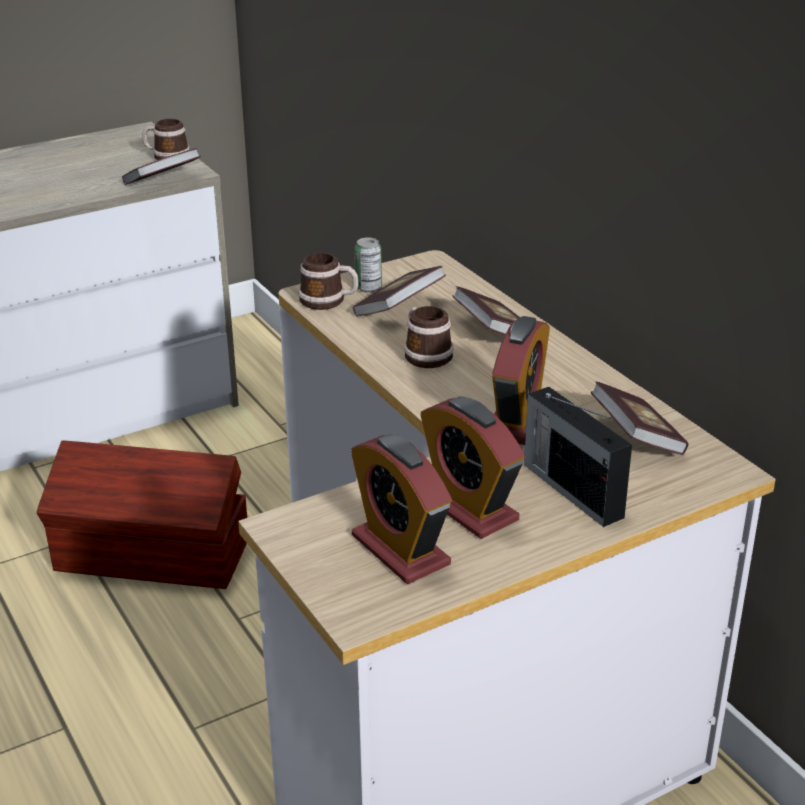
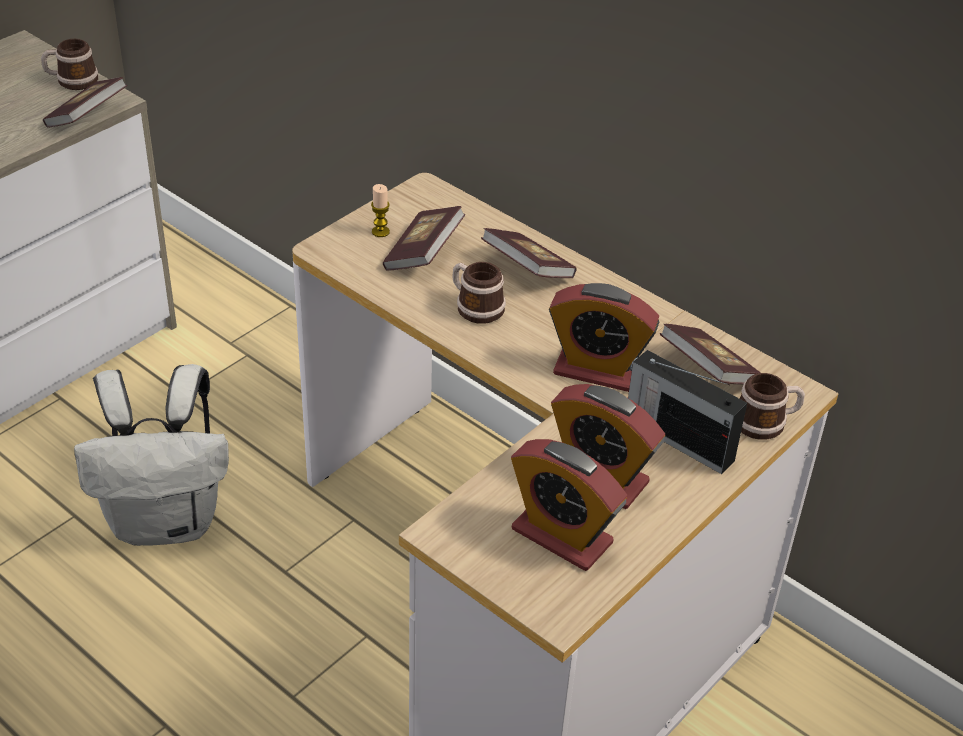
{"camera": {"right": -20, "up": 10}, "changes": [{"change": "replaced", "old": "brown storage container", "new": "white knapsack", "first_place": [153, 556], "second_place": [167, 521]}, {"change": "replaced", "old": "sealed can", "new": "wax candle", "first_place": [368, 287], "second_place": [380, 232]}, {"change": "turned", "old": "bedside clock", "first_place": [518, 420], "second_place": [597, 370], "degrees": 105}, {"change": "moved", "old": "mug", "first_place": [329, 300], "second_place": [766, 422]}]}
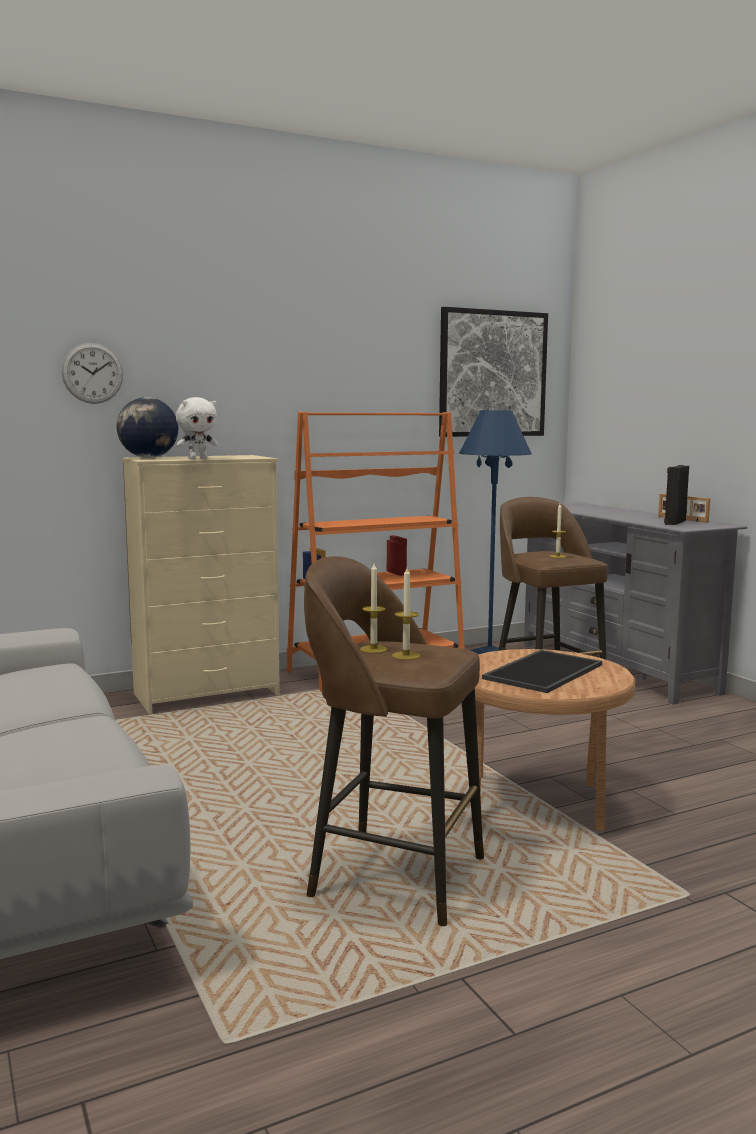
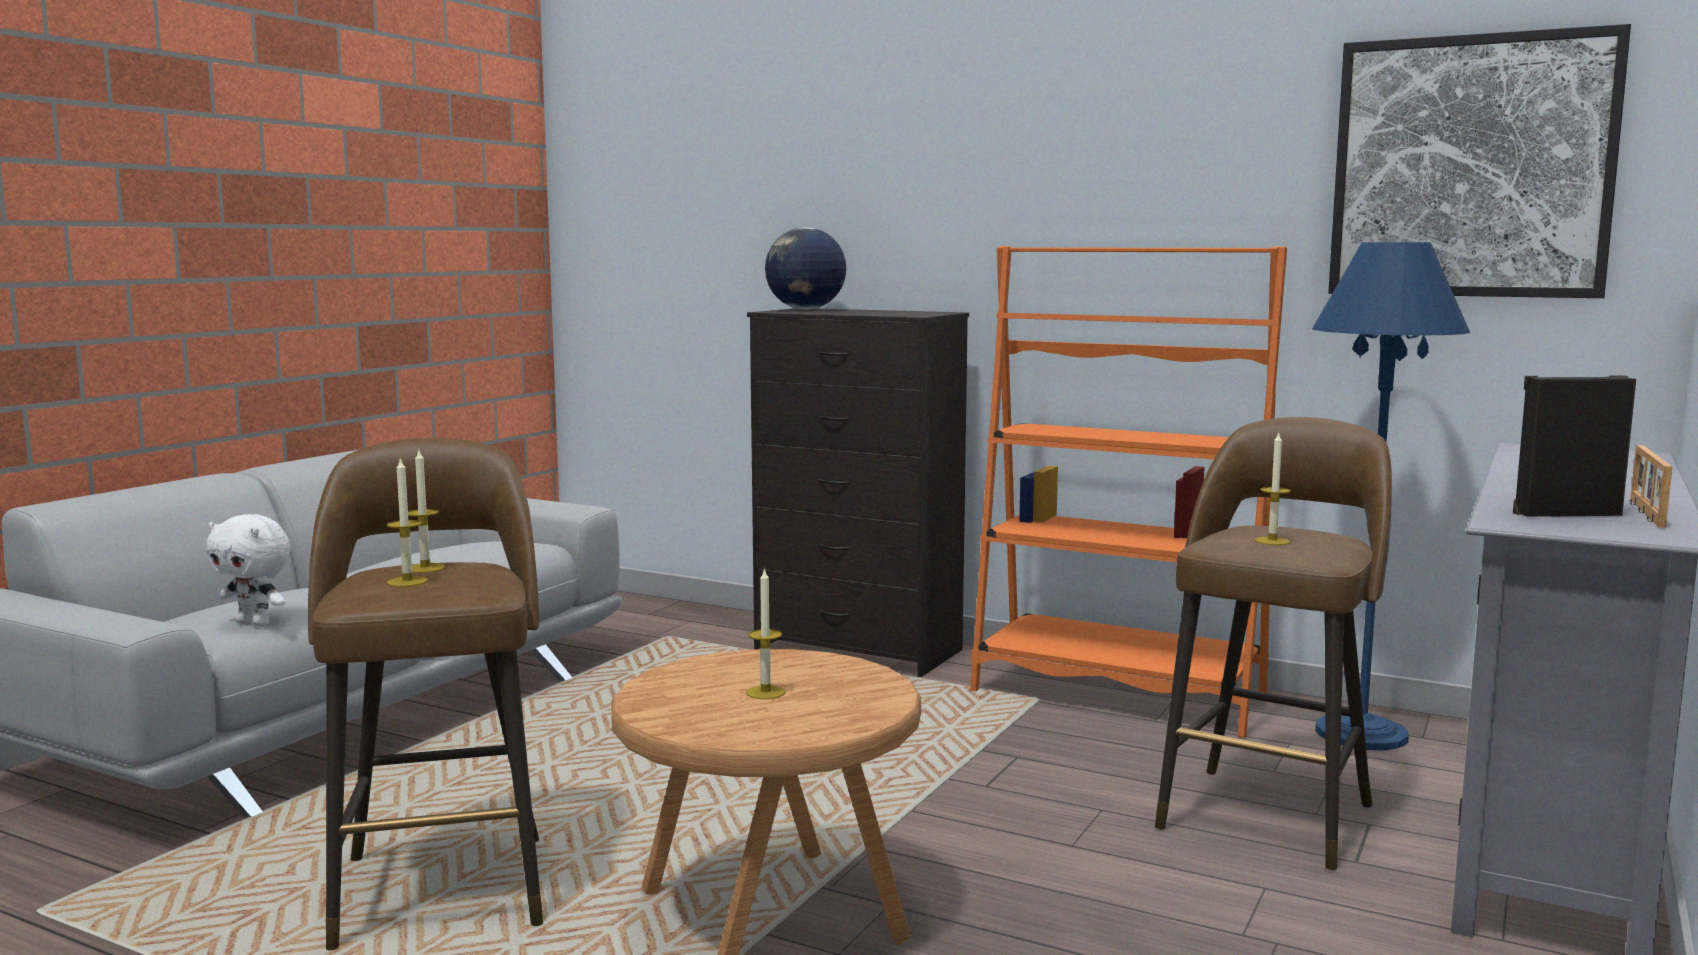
{"camera": {"right": 55, "up": 0}, "changes": [{"change": "moved", "old": "white soft toy", "first_place": [197, 459], "second_place": [255, 624]}, {"change": "replaced", "old": "serving tray", "new": "wax candle", "first_place": [542, 671], "second_place": [765, 692]}, {"change": "recoloured", "old": "beige-coloured dresser", "new": "blackish dresser", "first_place": [208, 694], "second_place": [859, 650]}, {"change": "removed", "old": "clock on the wall", "first_place": [92, 373]}]}
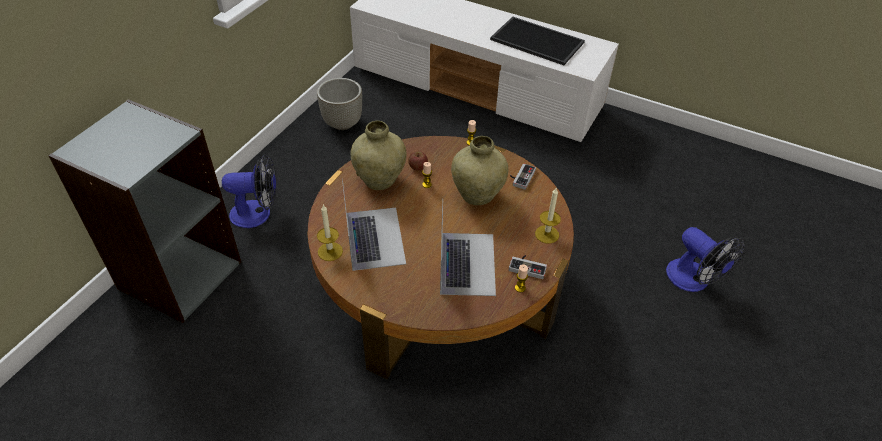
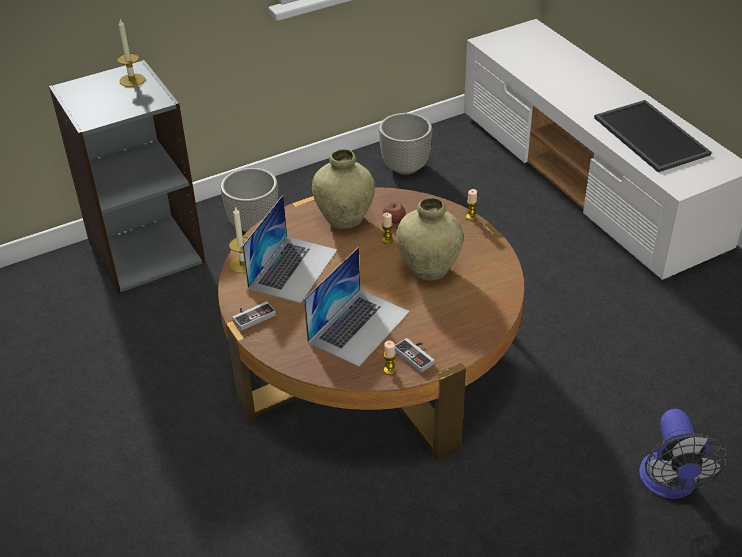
{"camera": {"right": 35, "up": -5}, "changes": [{"change": "moved", "old": "wax candle", "first_place": [547, 234], "second_place": [132, 80]}, {"change": "replaced", "old": "electric fan", "new": "grey plant pot", "first_place": [258, 214], "second_place": [253, 224]}, {"change": "moved", "old": "gamepad", "first_place": [520, 177], "second_place": [252, 315]}]}
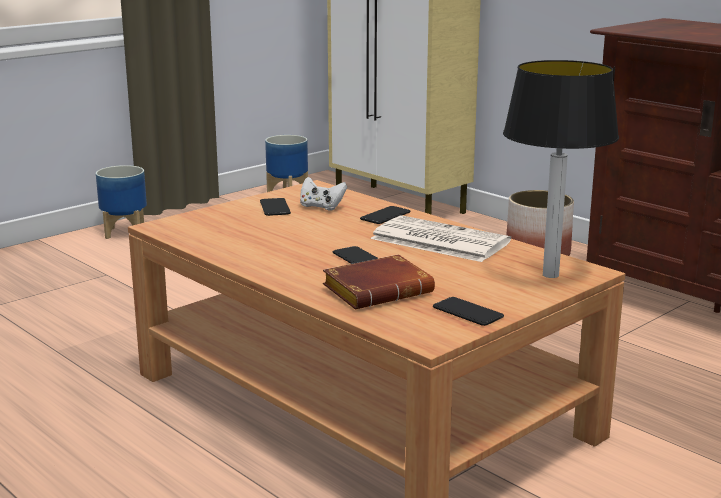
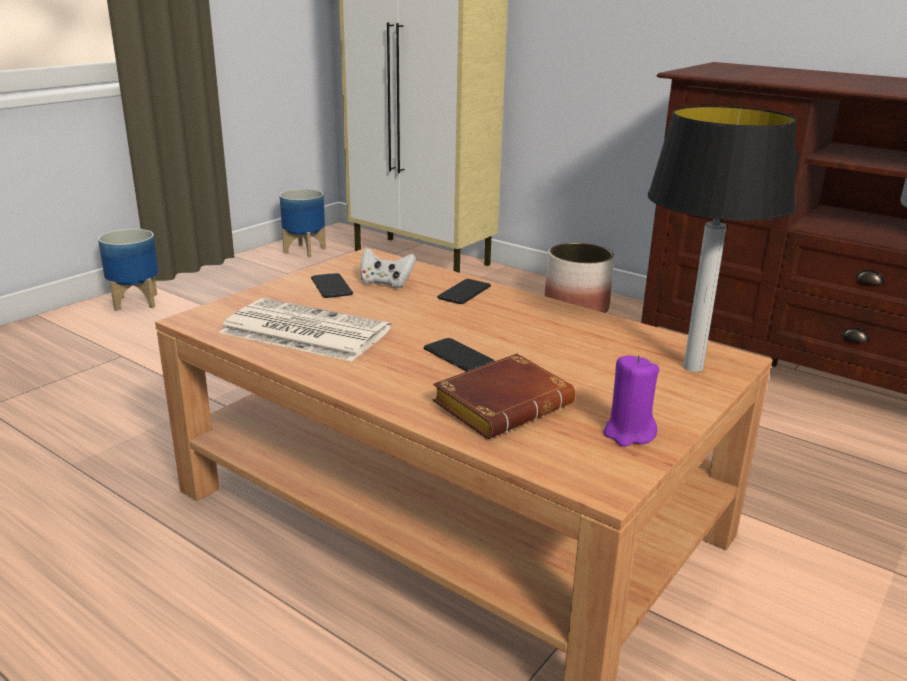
{"camera": {"right": -10, "up": 5}, "changes": [{"change": "moved", "old": "printed paper", "first_place": [437, 240], "second_place": [303, 331]}, {"change": "replaced", "old": "phone", "new": "purple-coloured wax candle", "first_place": [467, 312], "second_place": [628, 433]}]}
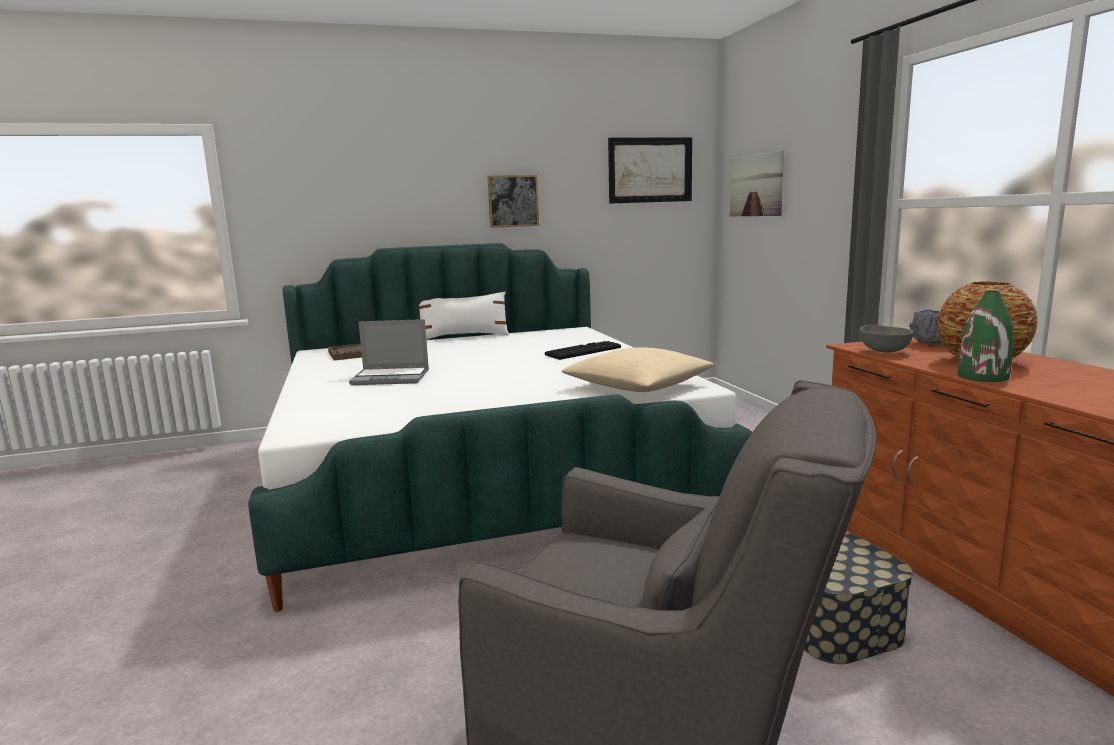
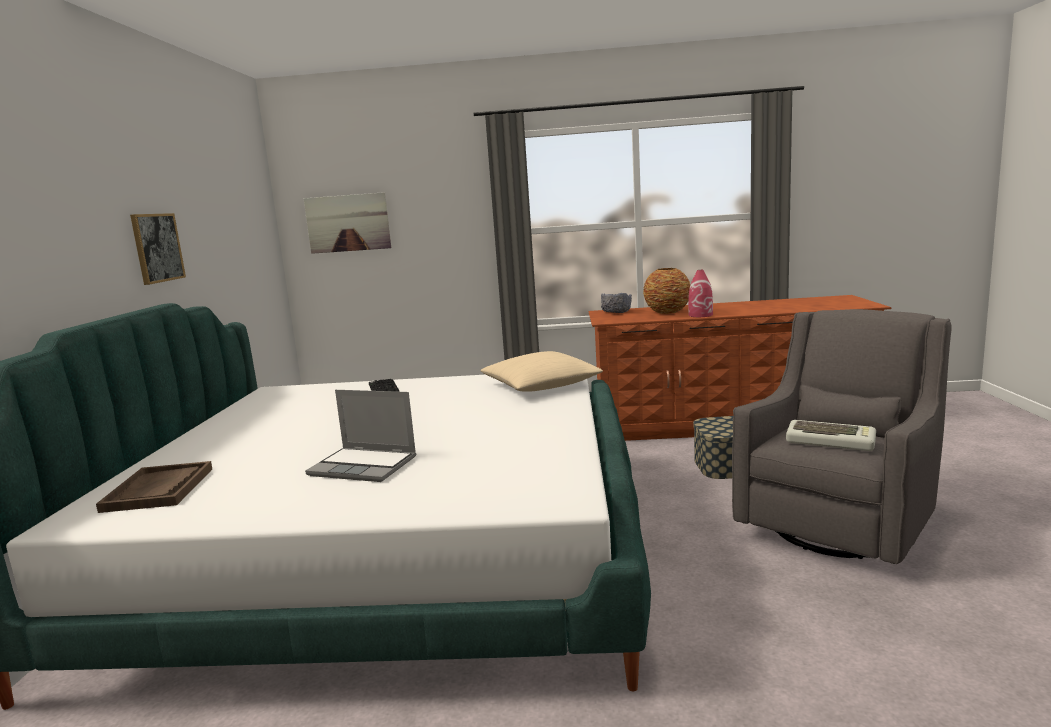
{"camera": {"right": -70, "up": 0}, "changes": [{"change": "turned", "old": "laptop", "first_place": [392, 378], "second_place": [365, 466], "degrees": 90}, {"change": "recoloured", "old": "green-coloured flower vase", "new": "red flower vase", "first_place": [983, 376], "second_place": [701, 315]}, {"change": "added", "new": "PC keyboard", "second_place": [831, 441]}, {"change": "removed", "old": "white cushion", "first_place": [464, 336]}, {"change": "removed", "old": "wall art", "first_place": [650, 170]}, {"change": "removed", "old": "grey deep dish", "first_place": [884, 351]}]}
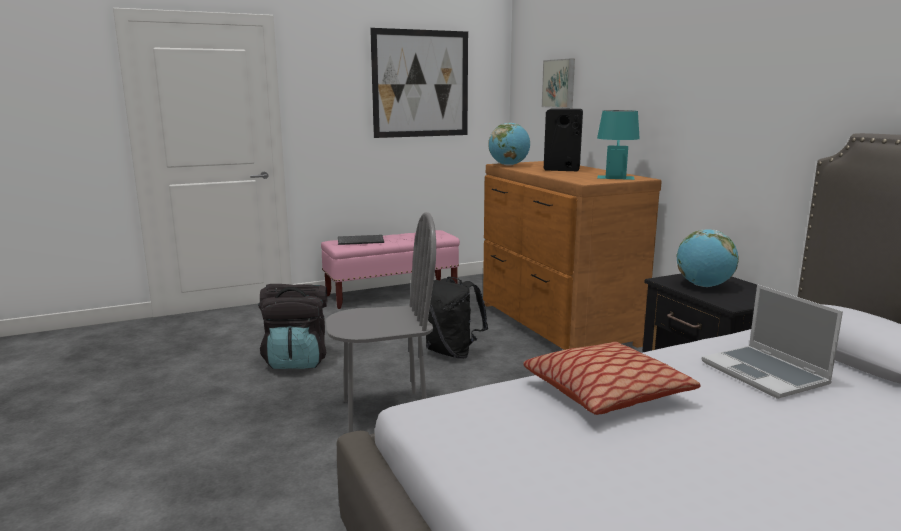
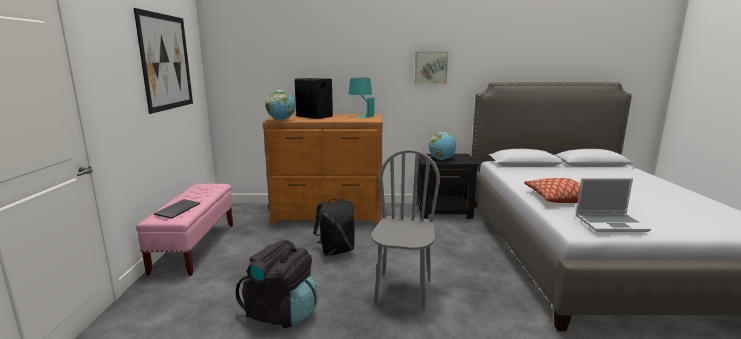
{"camera": {"right": -65, "up": 0}, "changes": [{"change": "moved", "old": "wall art", "first_place": [560, 83], "second_place": [430, 68]}, {"change": "moved", "old": "laptop", "first_place": [766, 374], "second_place": [611, 223]}]}
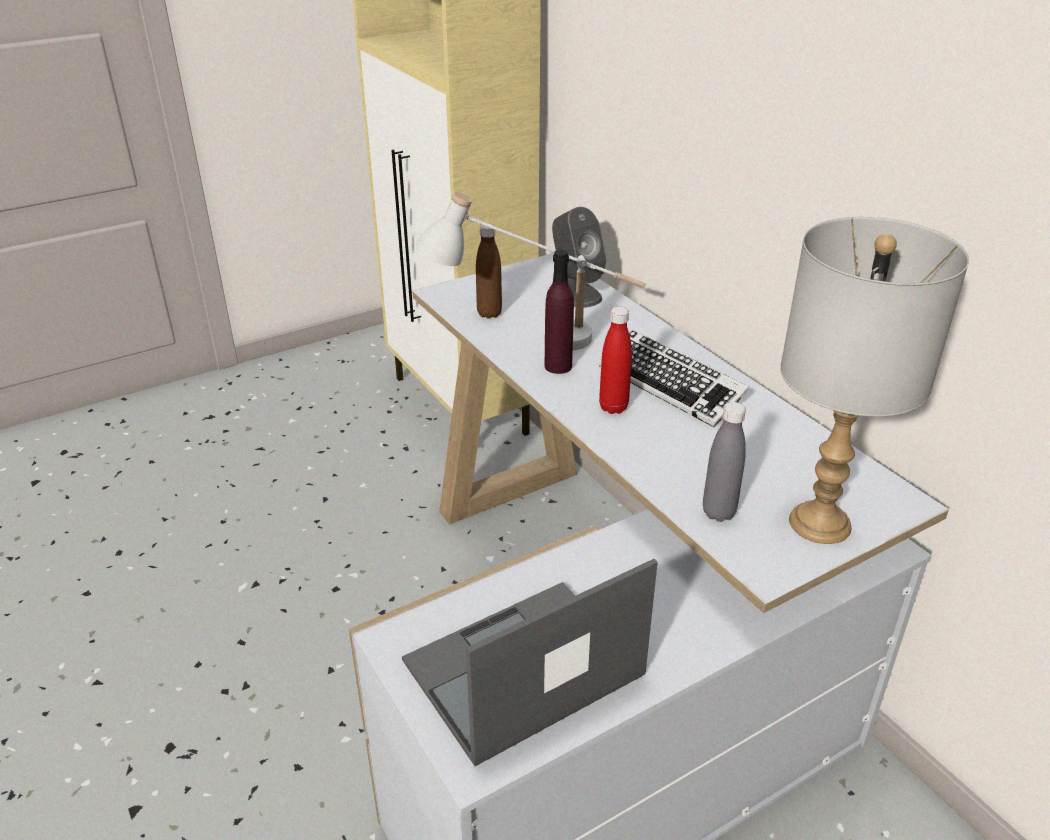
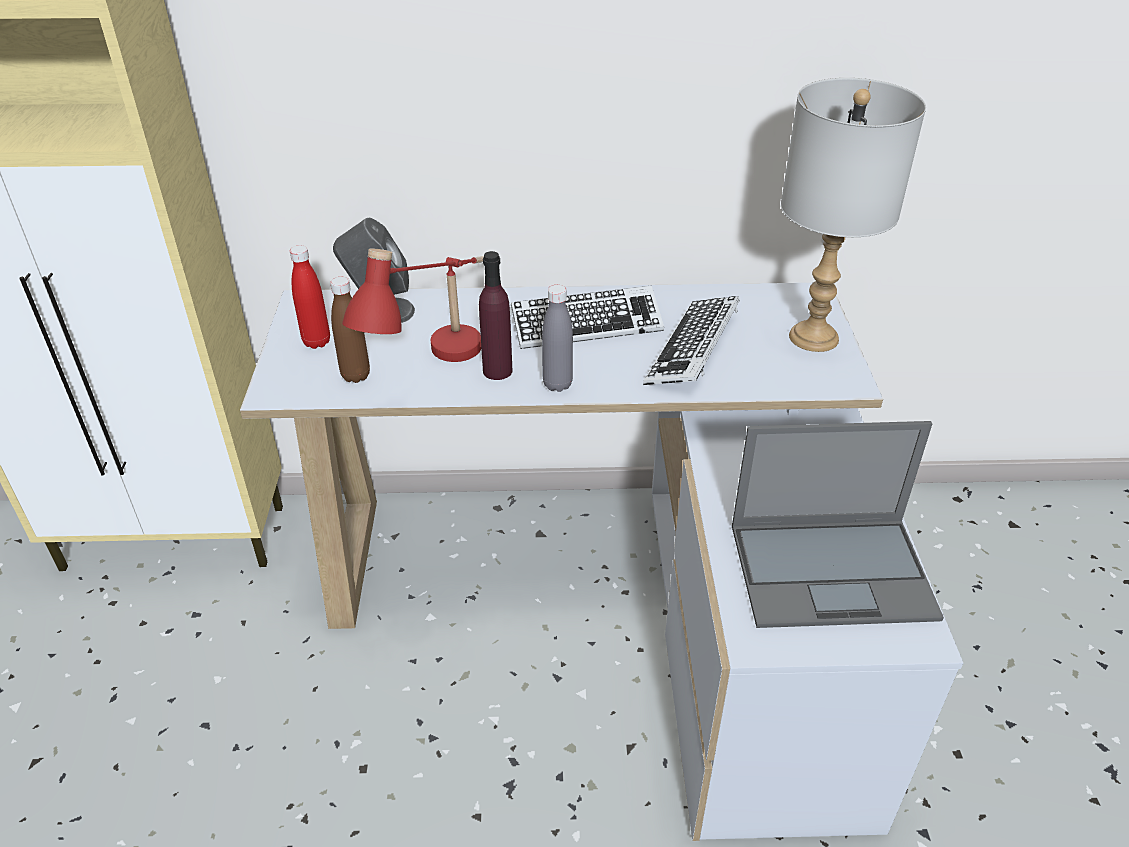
{"camera": {"right": -60, "up": 5}, "changes": [{"change": "moved", "old": "red drink bottle", "first_place": [613, 407], "second_place": [317, 342]}, {"change": "recoloured", "old": "white lamp for a table", "new": "red lamp for a table", "first_place": [533, 341], "second_place": [438, 368]}, {"change": "moved", "old": "grey drink bottle", "first_place": [718, 512], "second_place": [557, 384]}, {"change": "added", "new": "PC keyboard", "second_place": [693, 349]}, {"change": "turned", "old": "laptop", "first_place": [521, 670], "second_place": [833, 571], "degrees": -90}]}
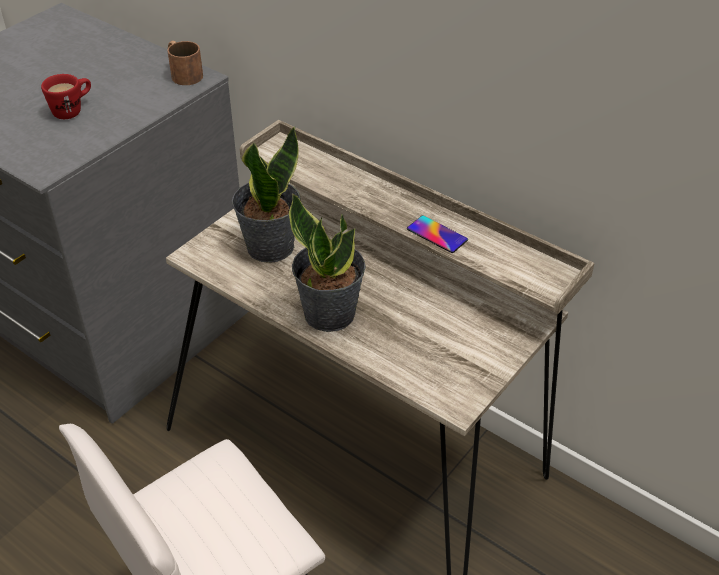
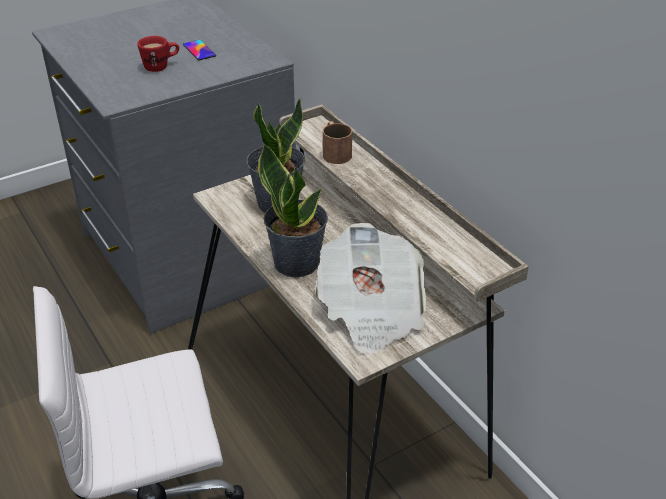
{"camera": {"right": 20, "up": -5}, "changes": [{"change": "moved", "old": "phone", "first_place": [437, 234], "second_place": [199, 50]}, {"change": "added", "new": "printed paper", "second_place": [371, 312]}, {"change": "moved", "old": "brown mug", "first_place": [183, 73], "second_place": [334, 152]}]}
